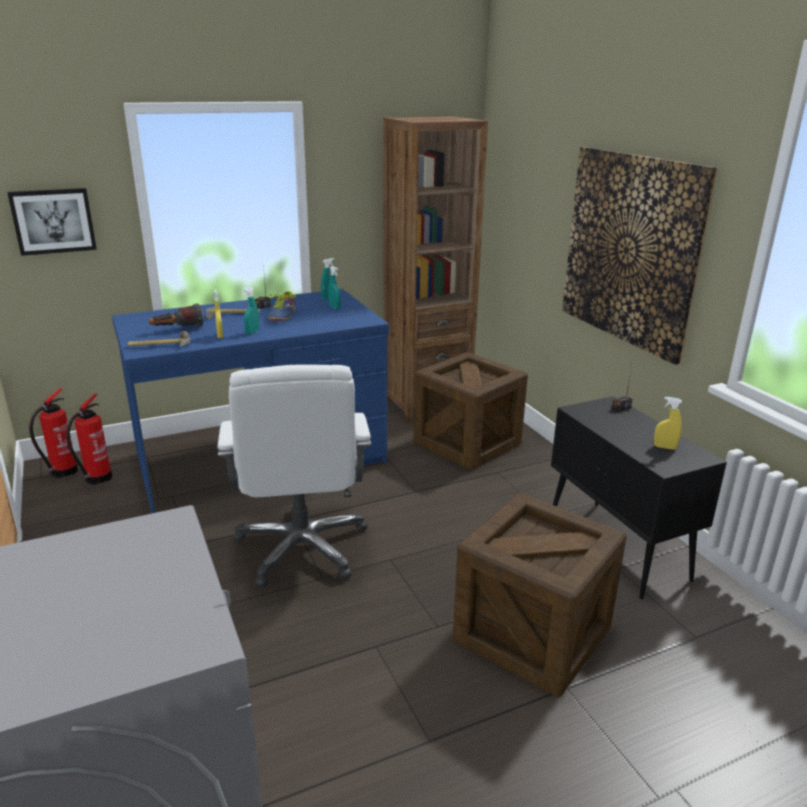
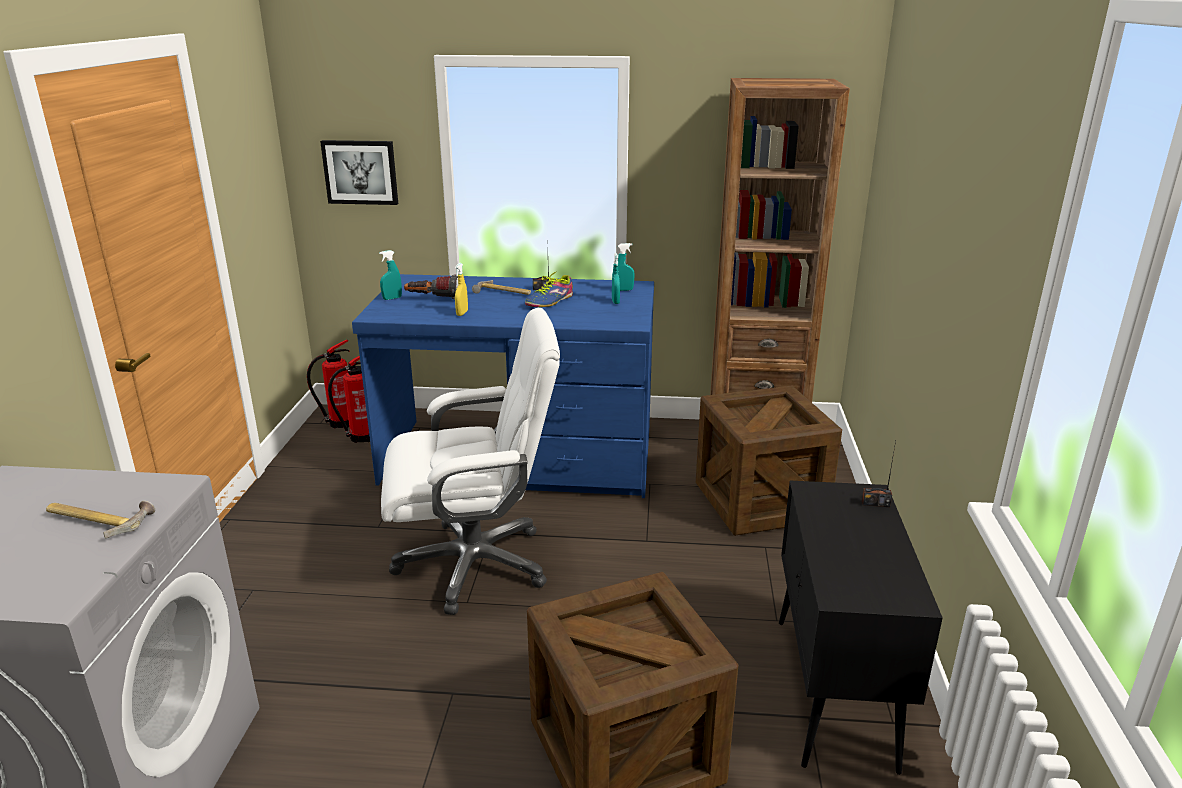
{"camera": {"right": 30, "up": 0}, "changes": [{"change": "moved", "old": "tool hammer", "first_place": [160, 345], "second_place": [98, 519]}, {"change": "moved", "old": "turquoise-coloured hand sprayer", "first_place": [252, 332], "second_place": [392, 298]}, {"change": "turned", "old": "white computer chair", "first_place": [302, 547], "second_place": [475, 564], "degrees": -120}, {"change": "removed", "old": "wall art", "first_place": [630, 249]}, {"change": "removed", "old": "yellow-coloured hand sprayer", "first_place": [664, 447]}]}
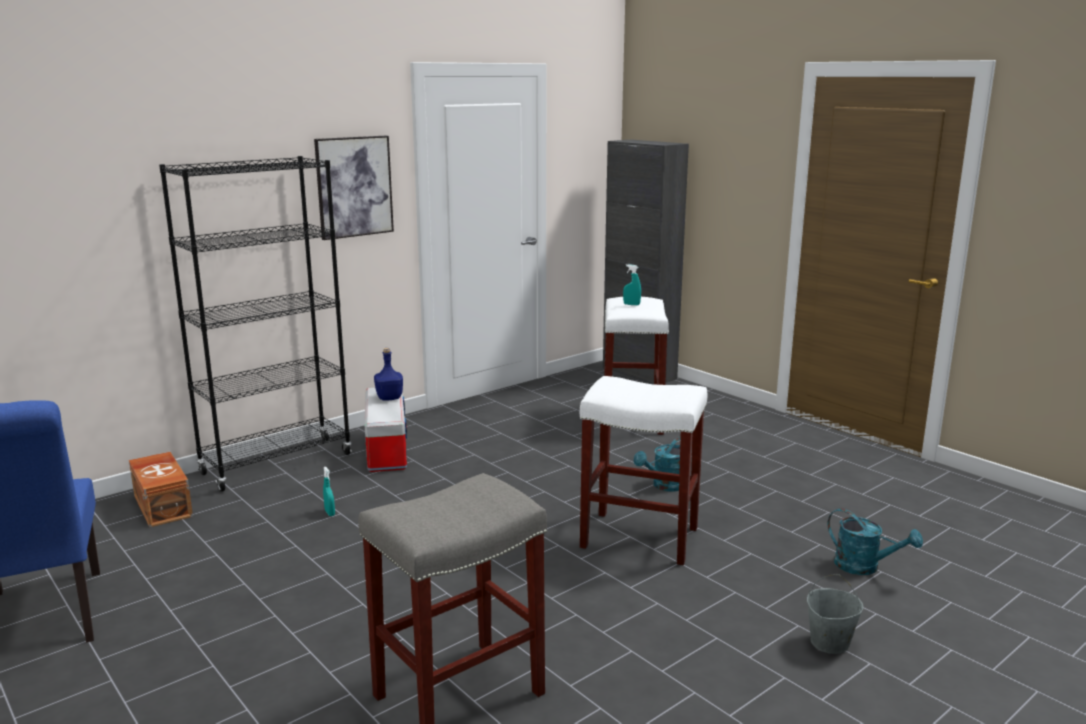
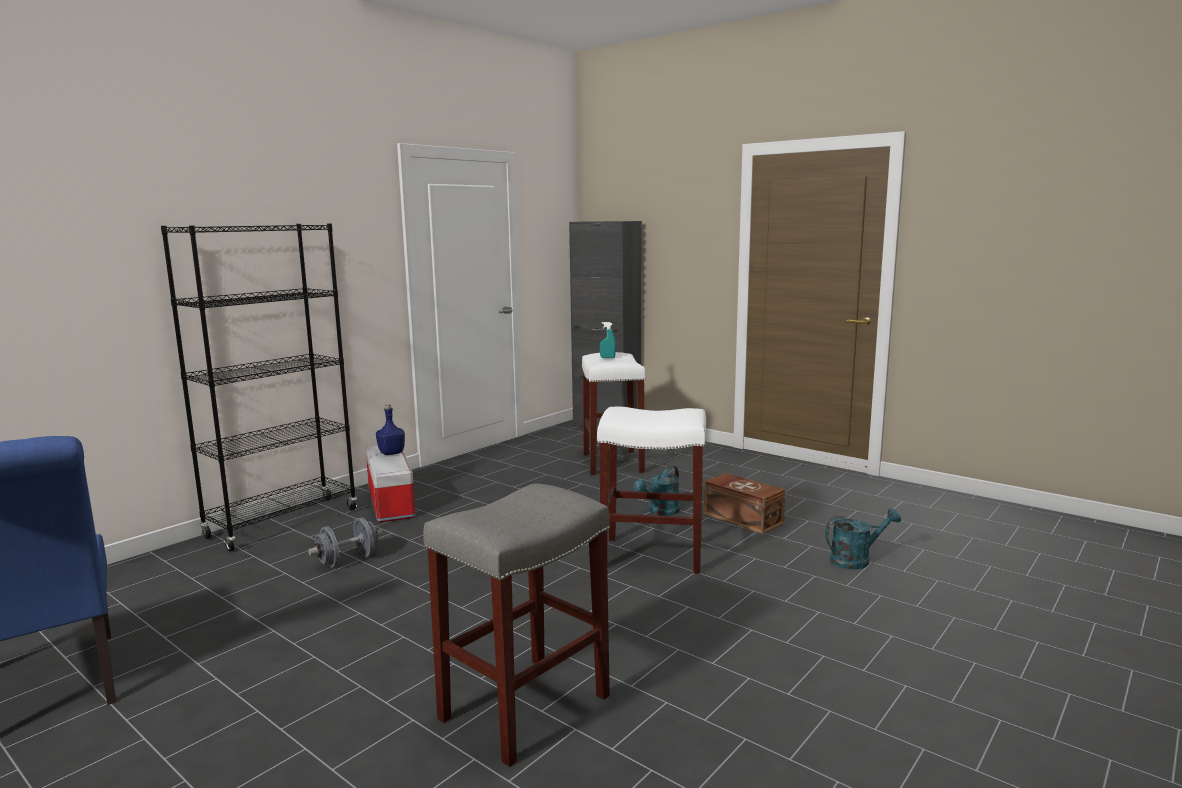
{"camera": {"right": -10, "up": -5}, "changes": [{"change": "replaced", "old": "turquoise-coloured hand sprayer", "new": "grey hand weight", "first_place": [330, 513], "second_place": [348, 560]}, {"change": "moved", "old": "brown storage container", "first_place": [164, 505], "second_place": [742, 518]}, {"change": "turned", "old": "turquoise-coloured watering pot", "first_place": [864, 567], "second_place": [856, 560], "degrees": -45}, {"change": "removed", "old": "wall art", "first_place": [354, 187]}, {"change": "removed", "old": "grey water bucket", "first_place": [829, 643]}]}
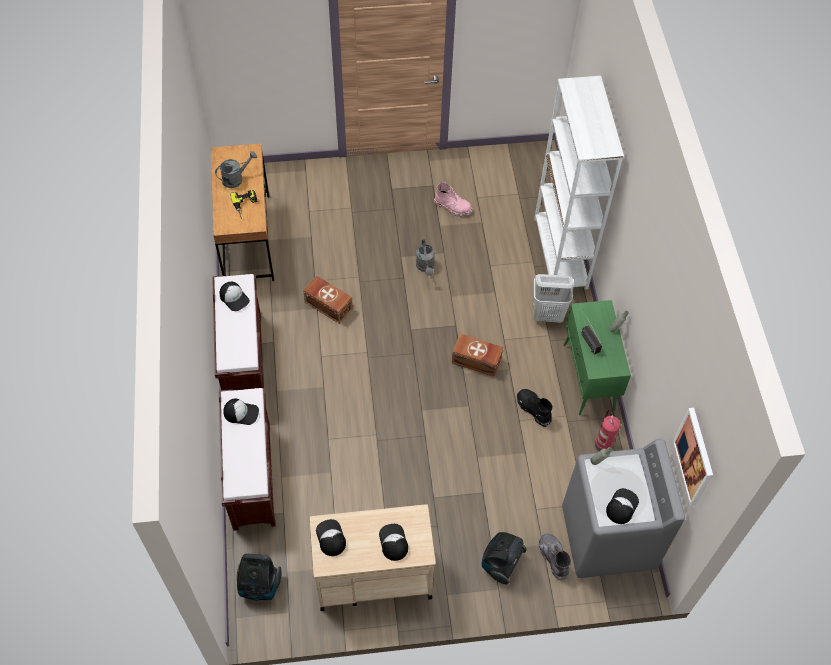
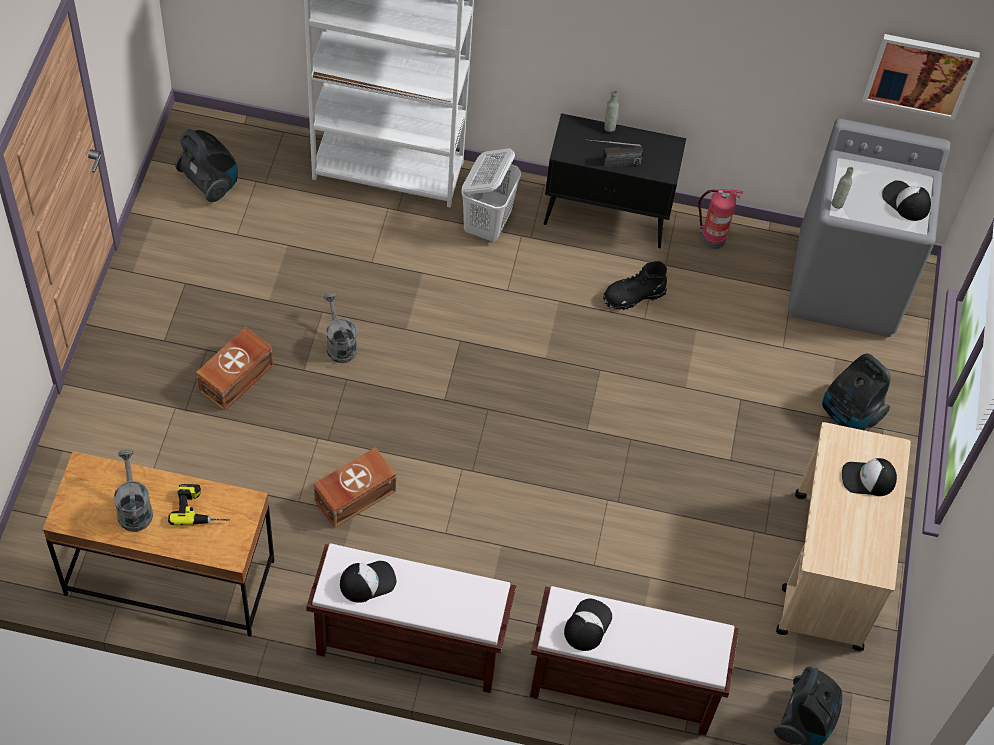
{"camera": {"right": -75, "up": 0}, "changes": [{"change": "added", "new": "vacuum cleaner", "second_place": [210, 182]}, {"change": "moved", "old": "brown storage container", "first_place": [476, 361], "second_place": [237, 378]}, {"change": "turned", "old": "grey watering pot", "first_place": [426, 267], "second_place": [339, 344], "degrees": -120}, {"change": "recoloured", "old": "green-coloured cupboard", "new": "blackish cupboard", "first_place": [589, 378], "second_place": [607, 216]}, {"change": "removed", "old": "cap", "first_place": [330, 538]}, {"change": "removed", "old": "pink boot", "first_place": [452, 207]}, {"change": "removed", "old": "grey boot", "first_place": [553, 557]}]}
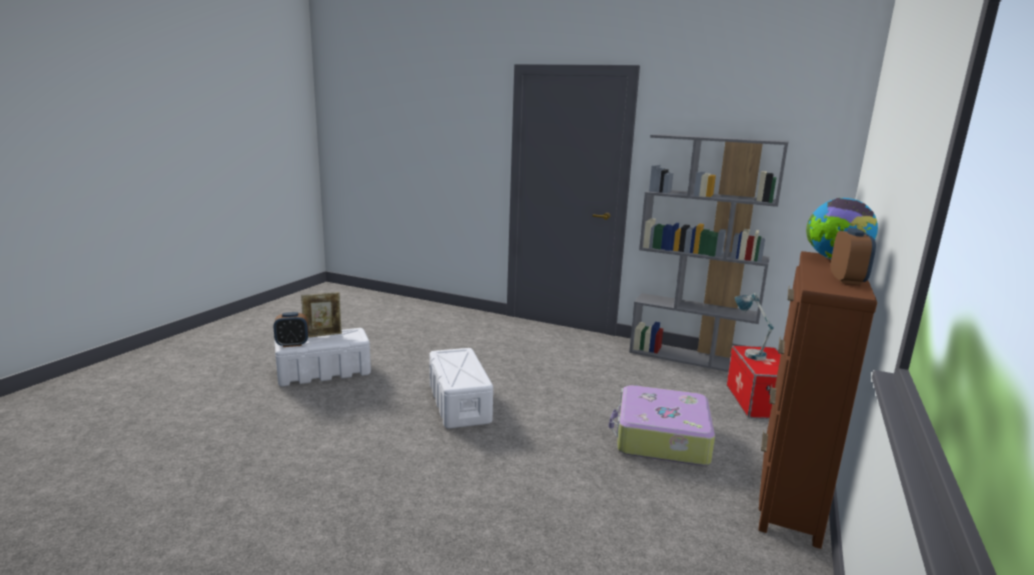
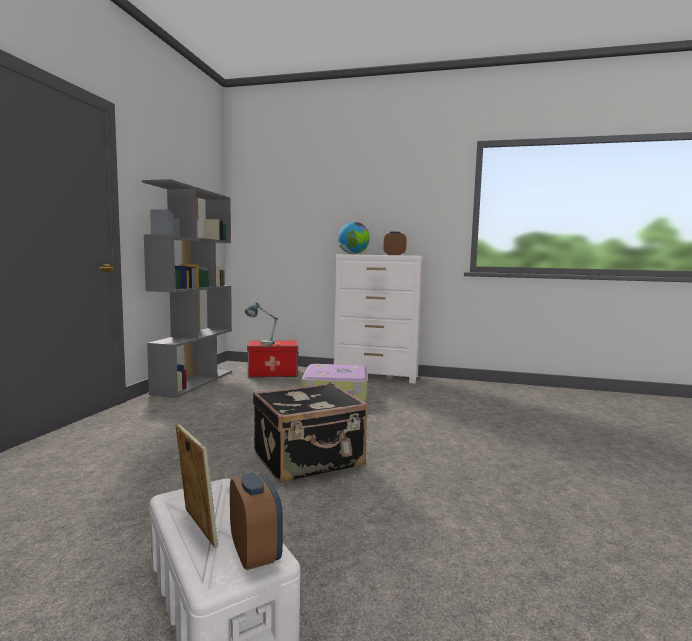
{"camera": {"right": -100, "up": -10}, "changes": [{"change": "replaced", "old": "white storage container", "new": "blackish suitcase", "first_place": [459, 403], "second_place": [309, 460]}, {"change": "recoloured", "old": "brown dresser", "new": "white dresser", "first_place": [789, 492], "second_place": [376, 376]}]}
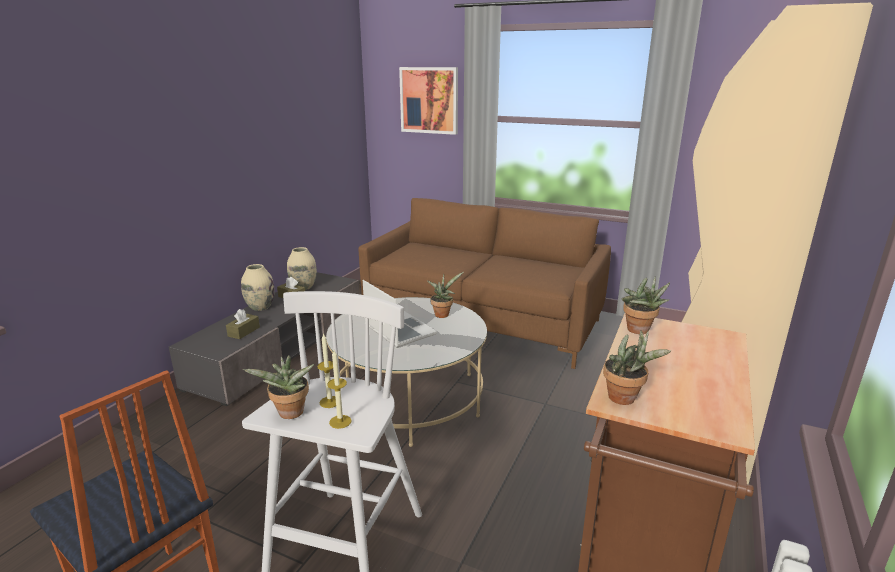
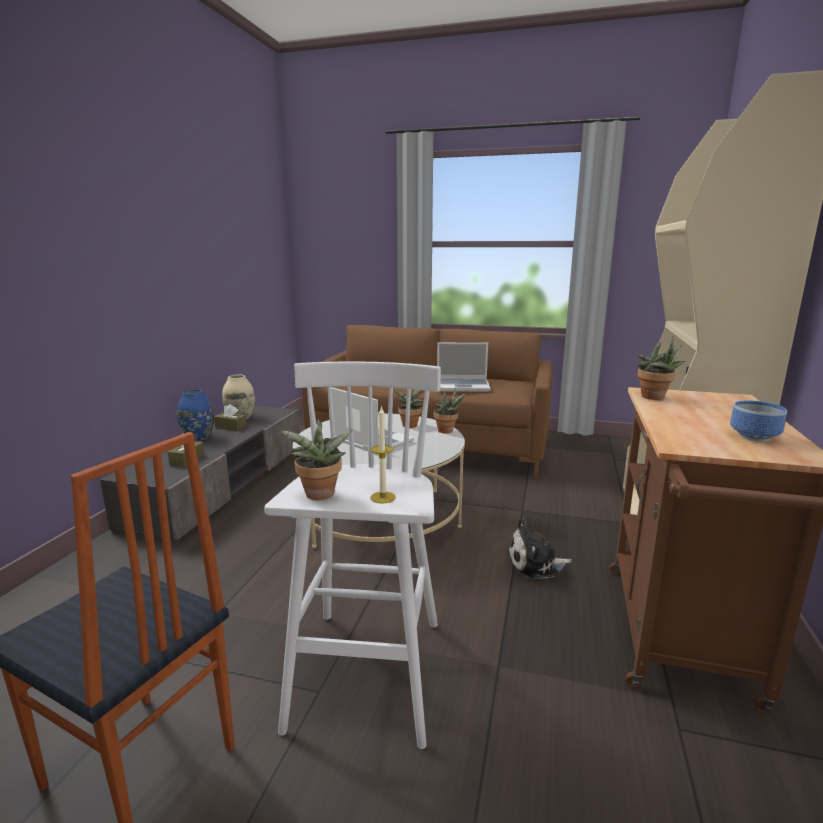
{"camera": {"right": -10, "up": -5}, "changes": [{"change": "recoloured", "old": "beige-coloured flower vase", "new": "blue-coloured flower vase", "first_place": [260, 307], "second_place": [198, 437]}, {"change": "moved", "old": "plant in a pot", "first_place": [626, 399], "second_place": [447, 431]}, {"change": "added", "new": "laptop", "second_place": [463, 386]}, {"change": "added", "new": "soft toy", "second_place": [536, 565]}, {"change": "added", "new": "deep dish", "second_place": [751, 436]}, {"change": "removed", "old": "wax candle", "first_place": [330, 402]}, {"change": "removed", "old": "wall art", "first_place": [429, 100]}]}
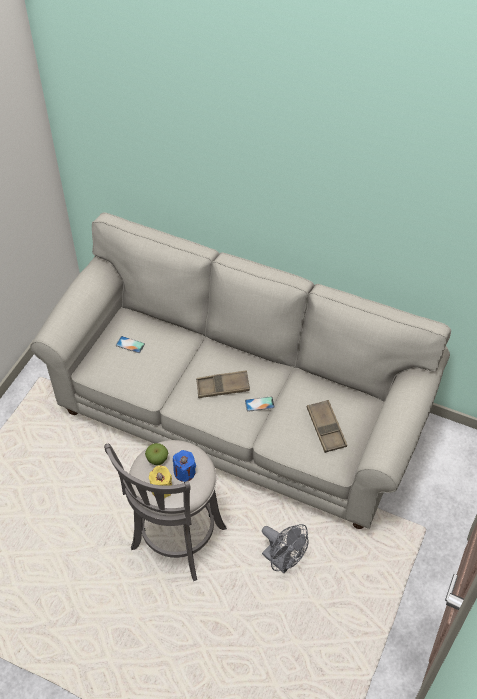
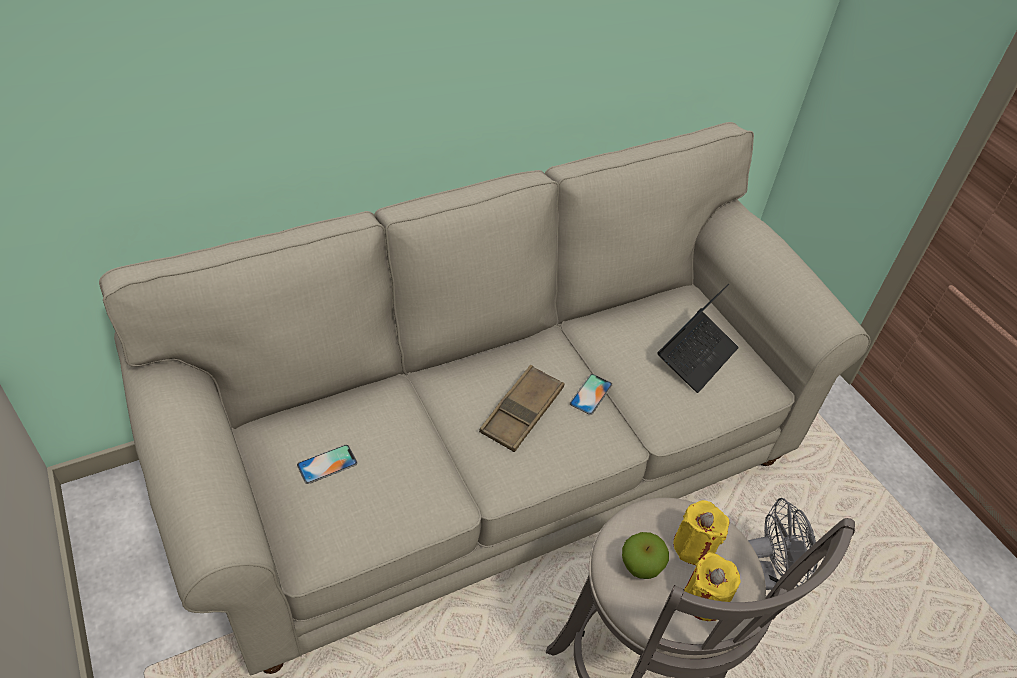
{"camera": {"right": -55, "up": -5}, "changes": [{"change": "replaced", "old": "brown serving tray", "new": "laptop", "first_place": [326, 428], "second_place": [696, 356]}, {"change": "recoloured", "old": "blue-coloured wax candle", "new": "yellow-coloured wax candle", "first_place": [184, 472], "second_place": [694, 546]}]}
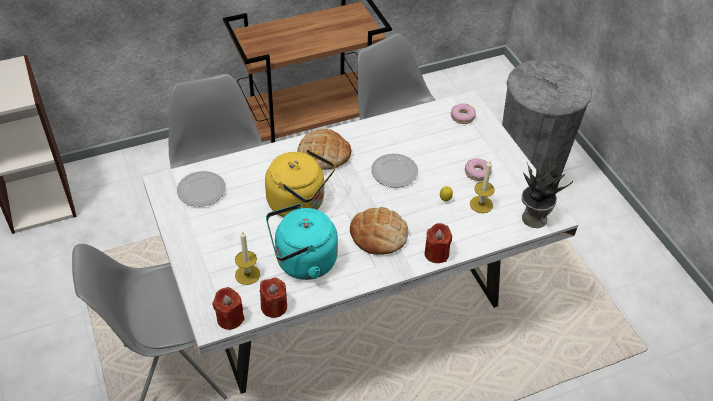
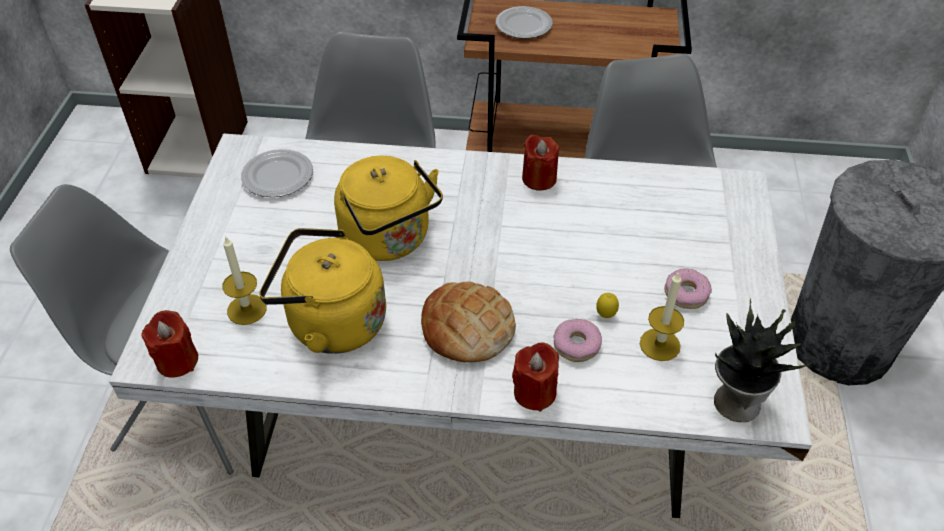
{"camera": {"right": 30, "up": 0}, "changes": [{"change": "recoloured", "old": "turquoise-coloured water kettle", "new": "yellow-coloured water kettle", "first_place": [302, 262], "second_place": [331, 323]}, {"change": "moved", "old": "flat dish", "first_place": [394, 172], "second_place": [524, 25]}, {"change": "moved", "old": "red wax candle", "first_place": [274, 307], "second_place": [539, 179]}, {"change": "moved", "old": "doughnut", "first_place": [462, 117], "second_place": [576, 345]}, {"change": "removed", "old": "baked bread", "first_place": [324, 153]}]}
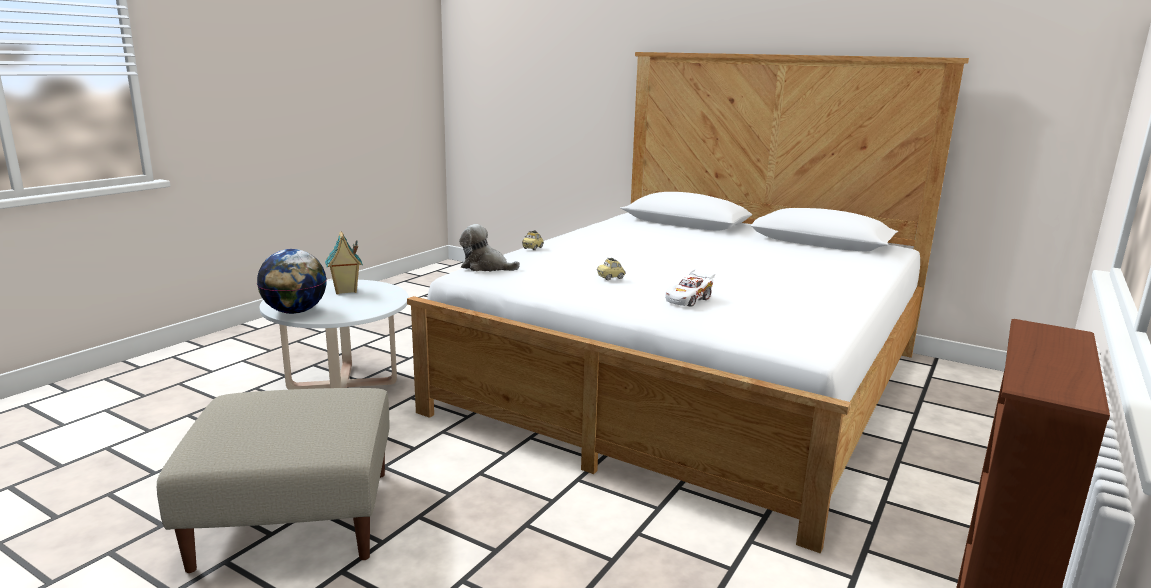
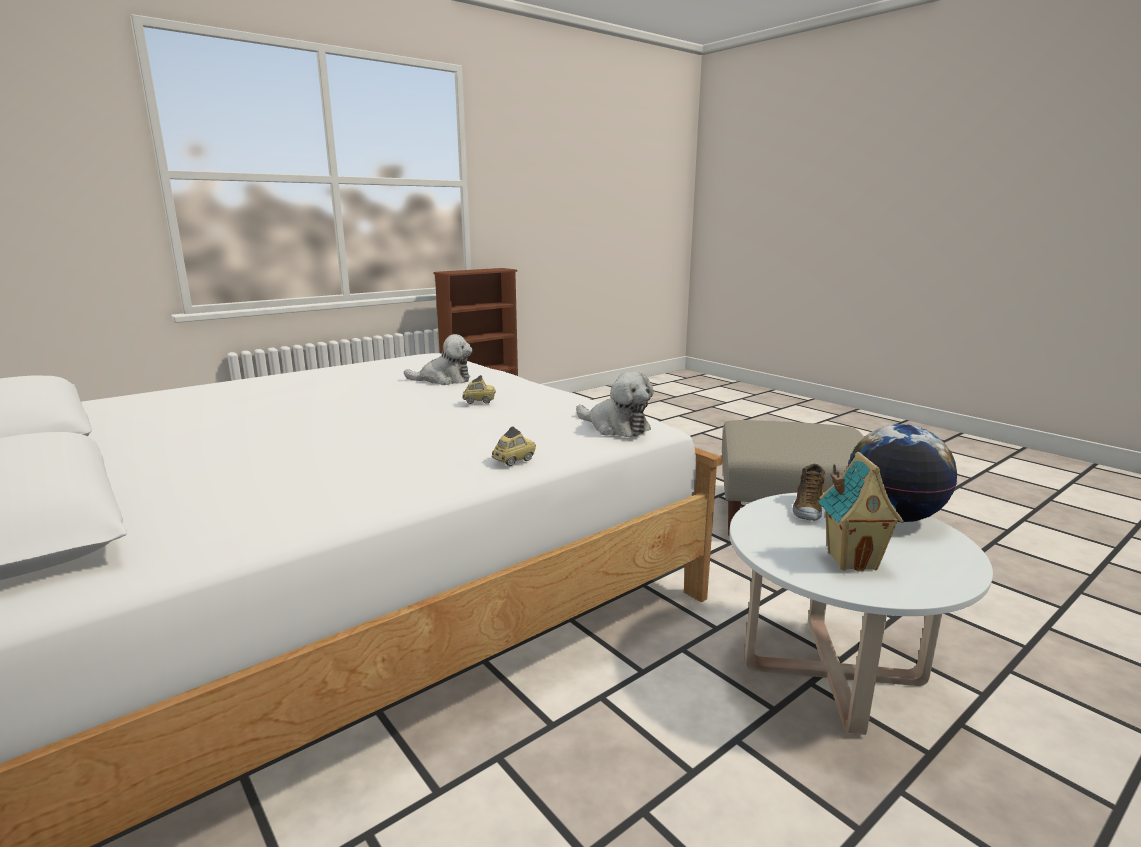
{"camera": {"right": -160, "up": 0}, "changes": [{"change": "replaced", "old": "white miniature car", "new": "soft toy", "first_place": [689, 299], "second_place": [444, 380]}, {"change": "added", "new": "low shoe", "second_place": [807, 508]}]}
